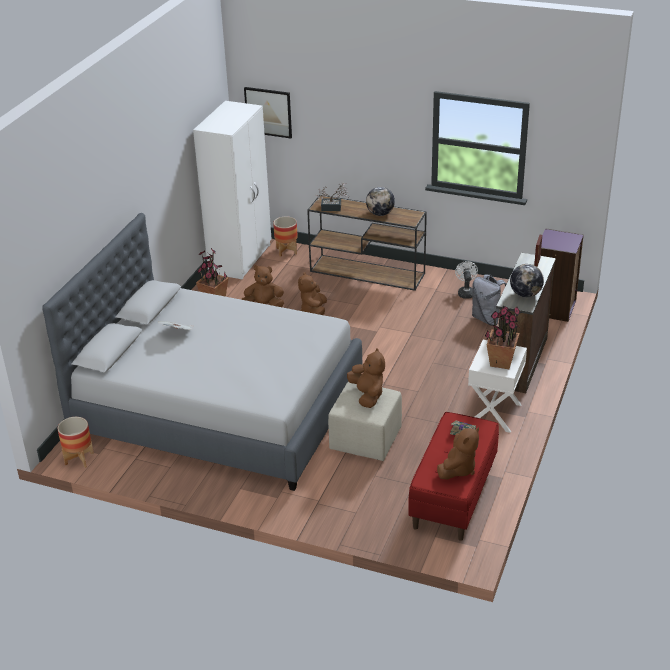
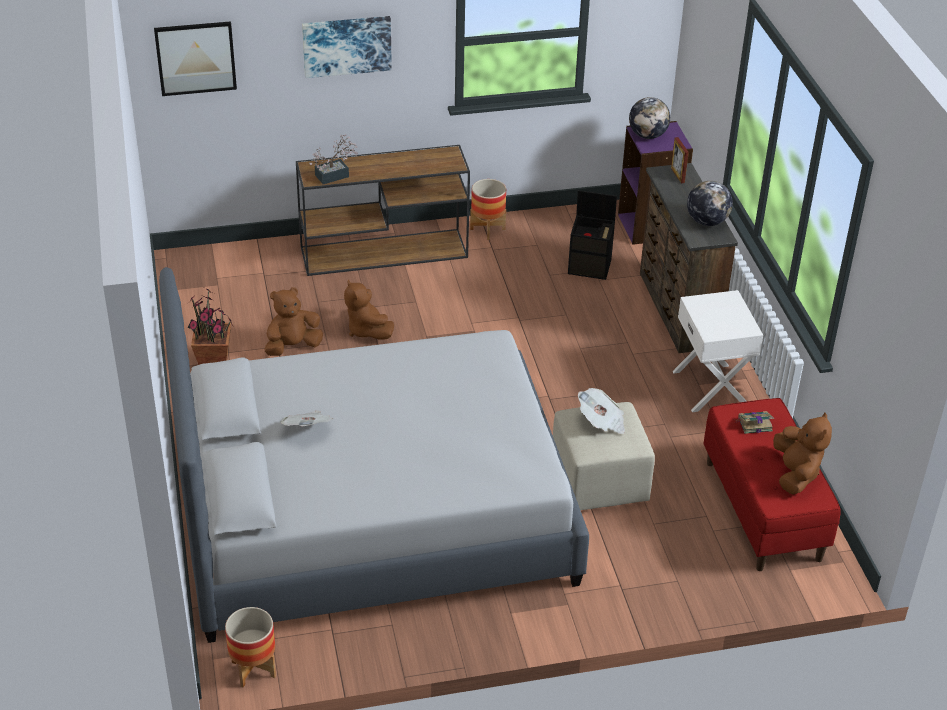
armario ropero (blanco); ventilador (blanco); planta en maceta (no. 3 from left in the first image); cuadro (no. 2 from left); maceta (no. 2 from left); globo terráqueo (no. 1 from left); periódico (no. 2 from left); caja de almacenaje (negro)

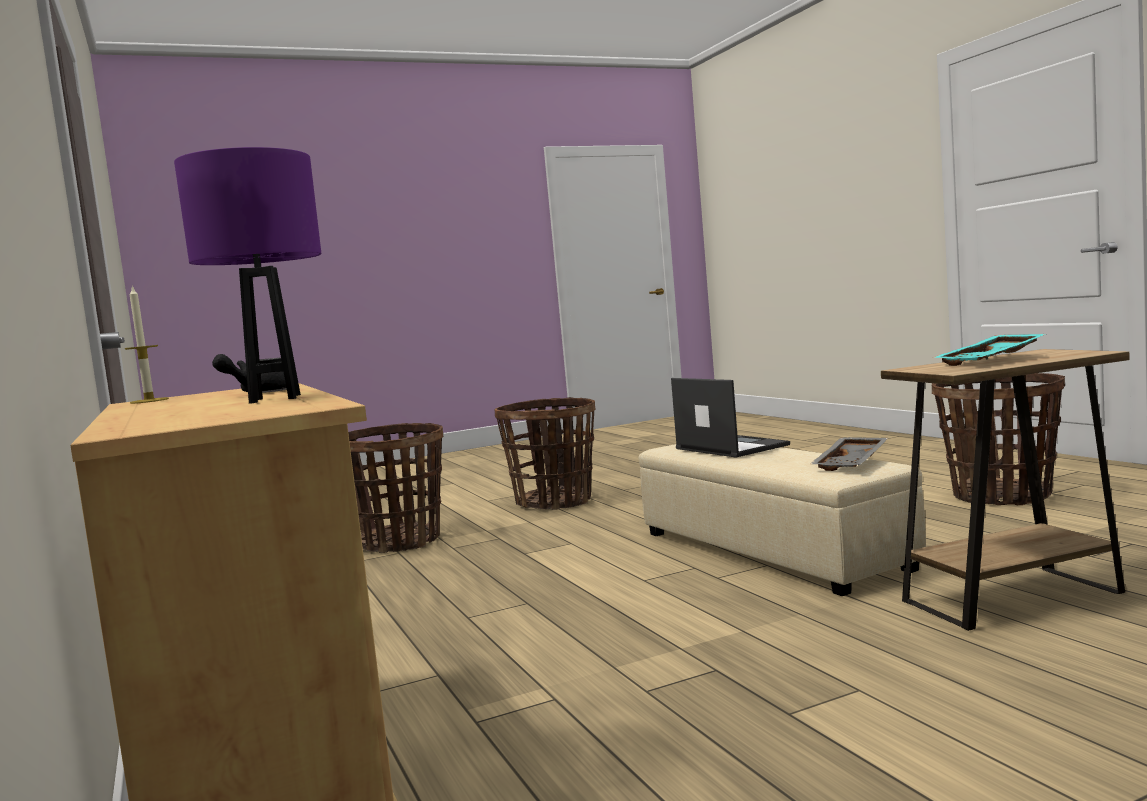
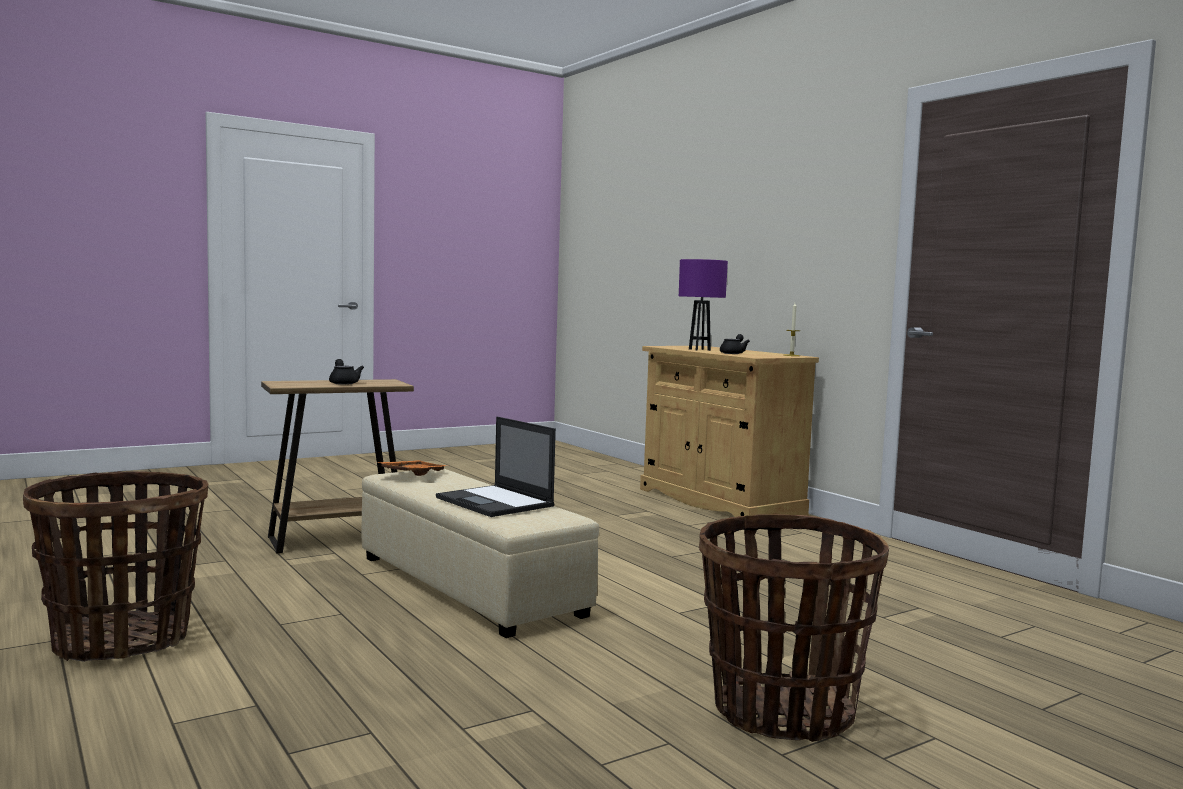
cesta (no. 1 from left in the first image); tetera (negro) (no. 1 from left); bandeja (naranja)

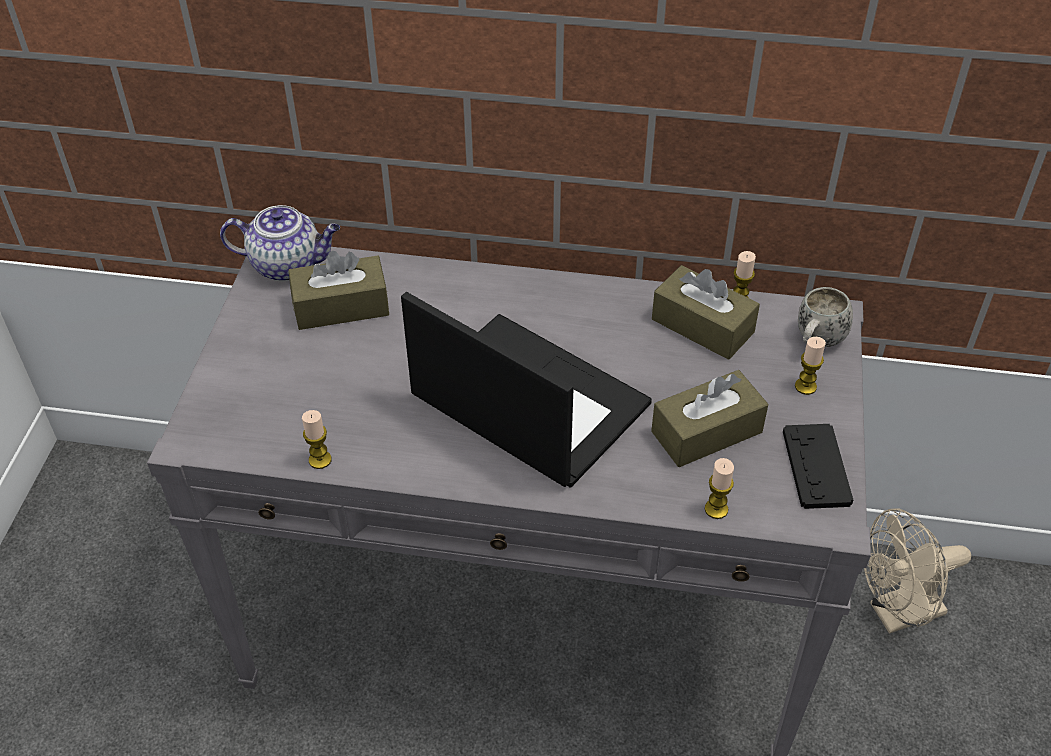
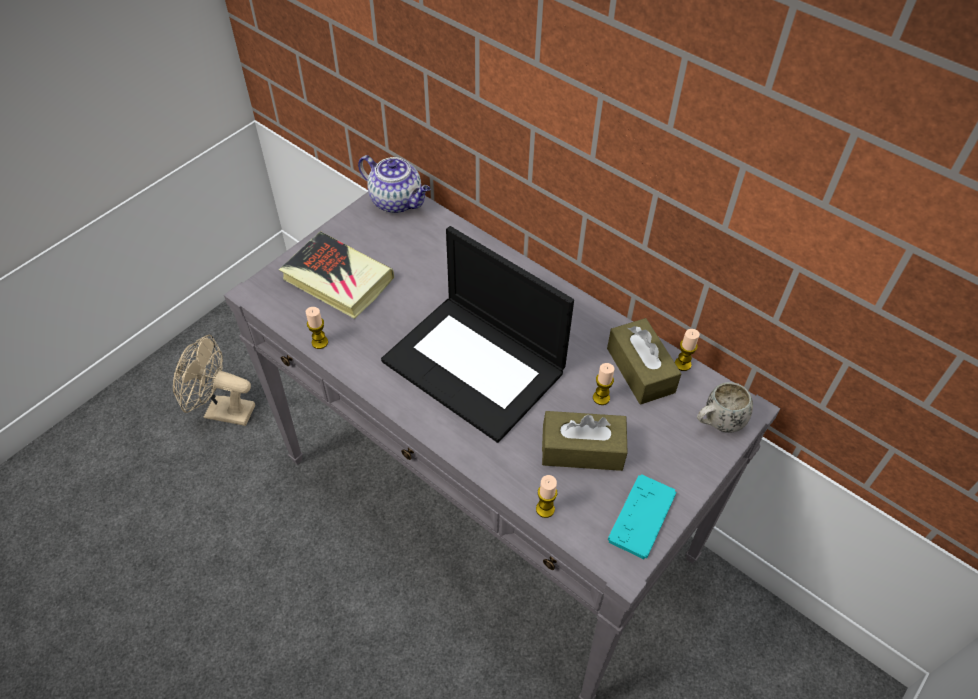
caja de pañuelos (marrón) (no. 1 from left in the first image); libro; vela (no. 3 from left); ventilador (beis); mando de consola (turquesa); portátil

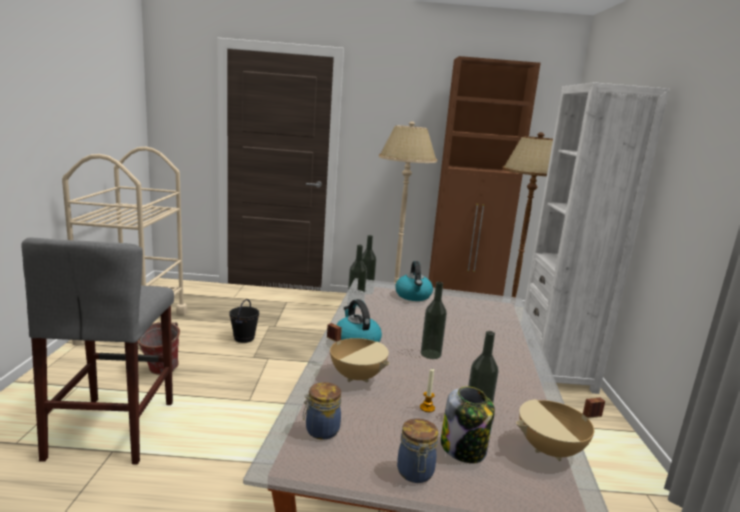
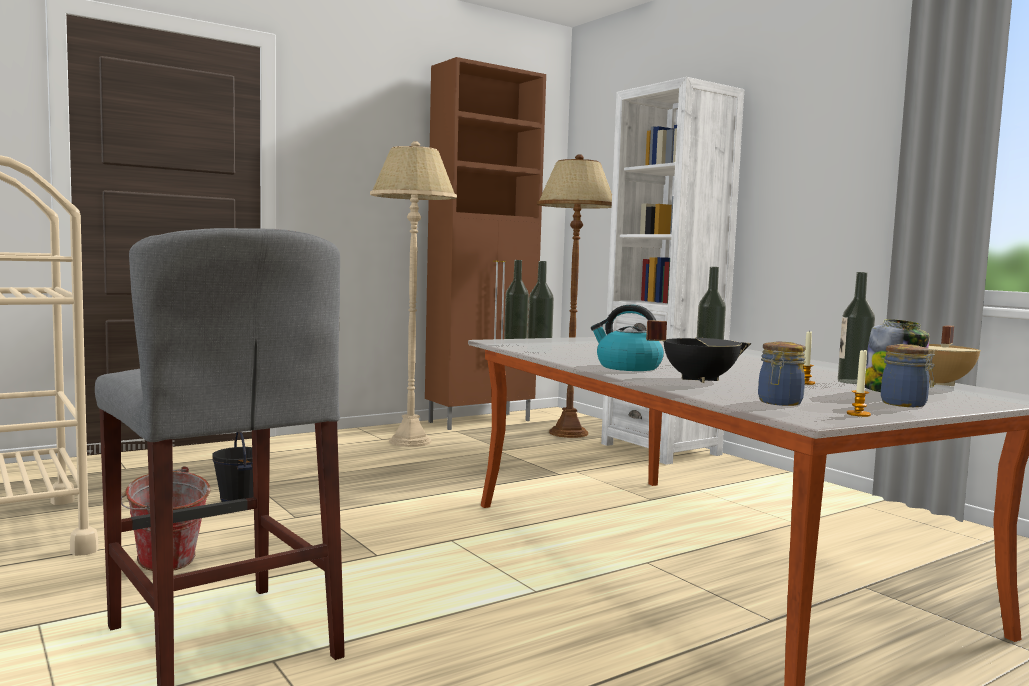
hervidor (no. 2 from left in the first image); vela (no. 2 from left); olla (negro)

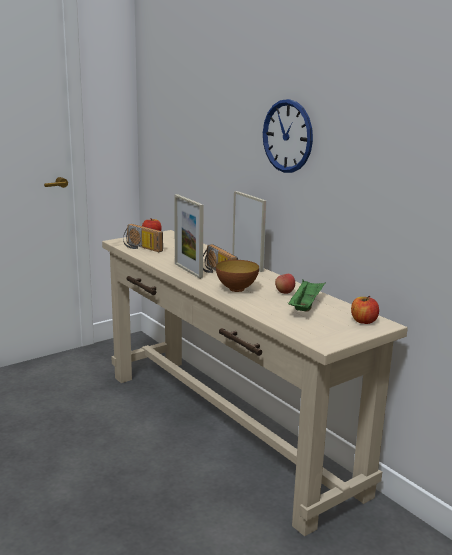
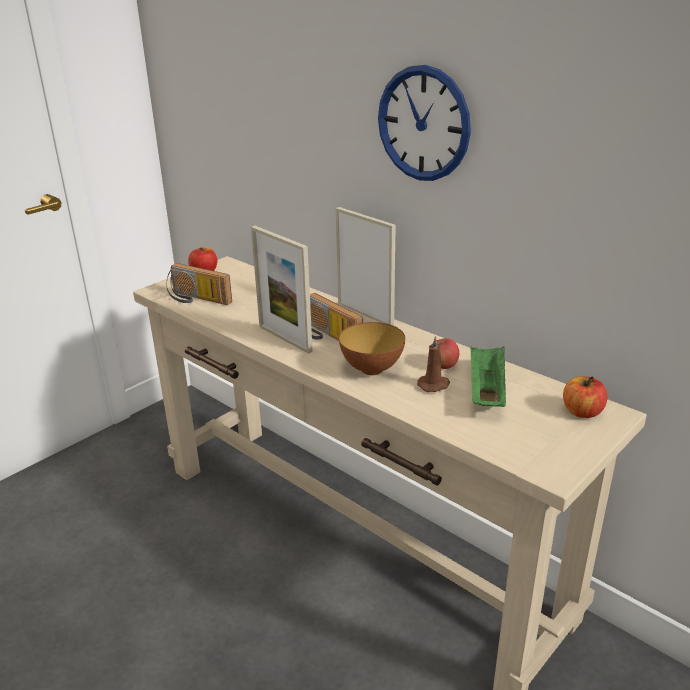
vela (marrón)

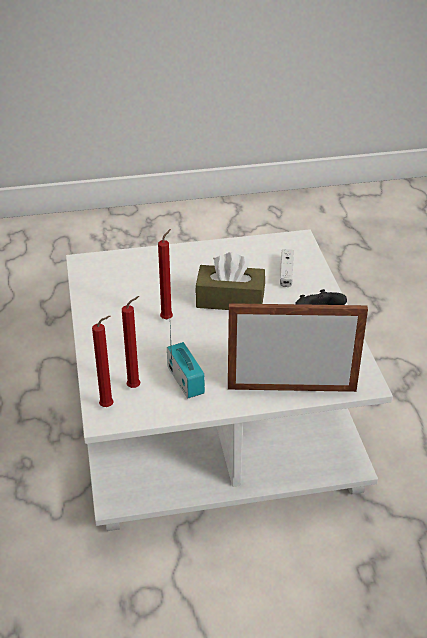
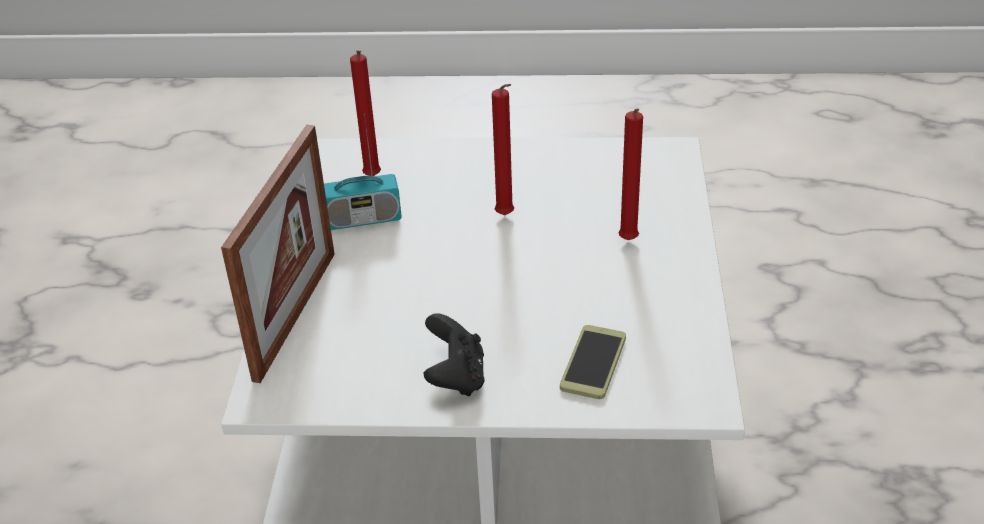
caja de pañuelos (marrón); vela (rojo) (no. 3 from left); móvil

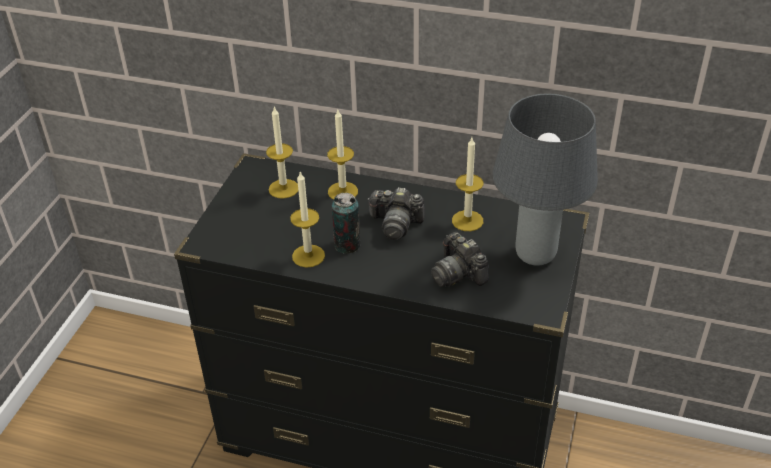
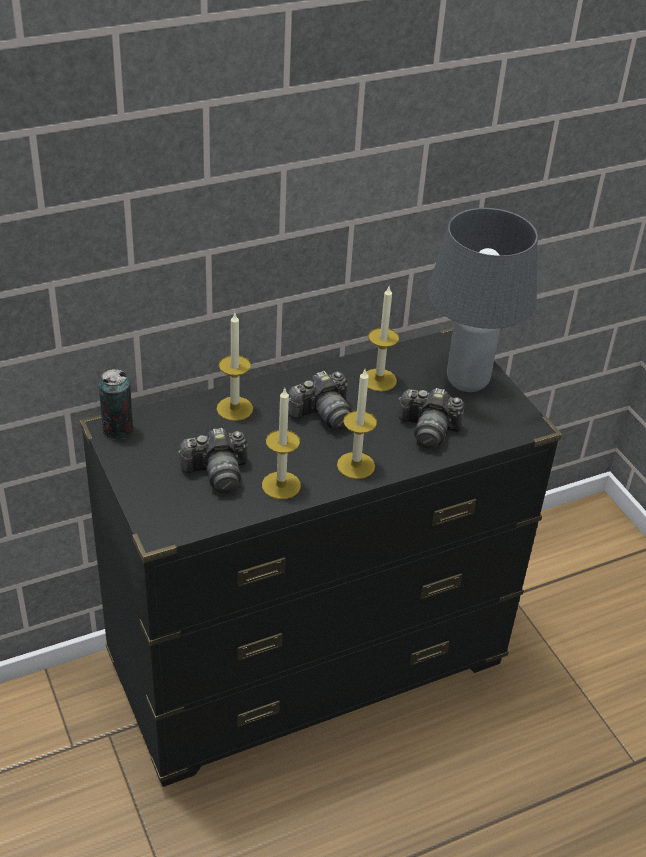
cámara (no. 1 from left); vela (no. 3 from left); lata

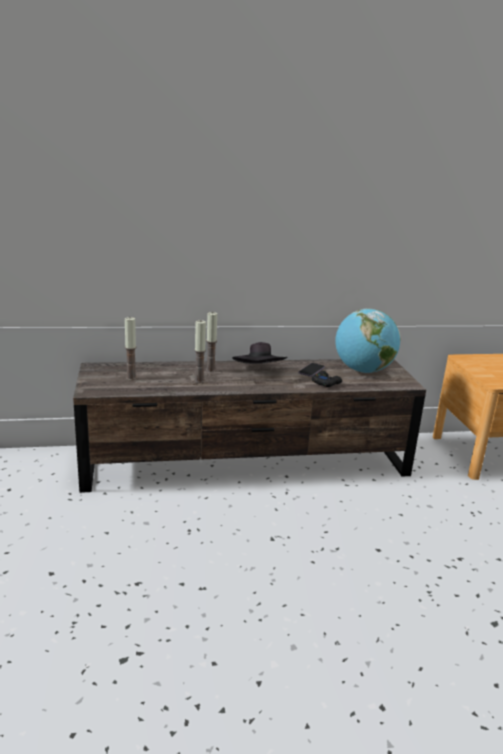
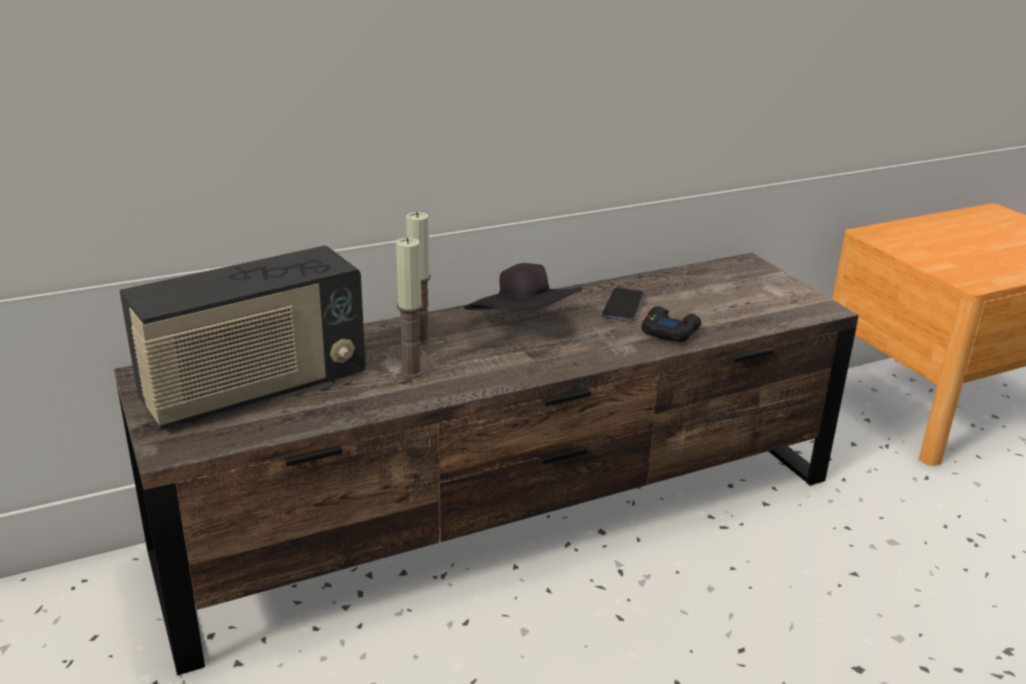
globo terráqueo; radio

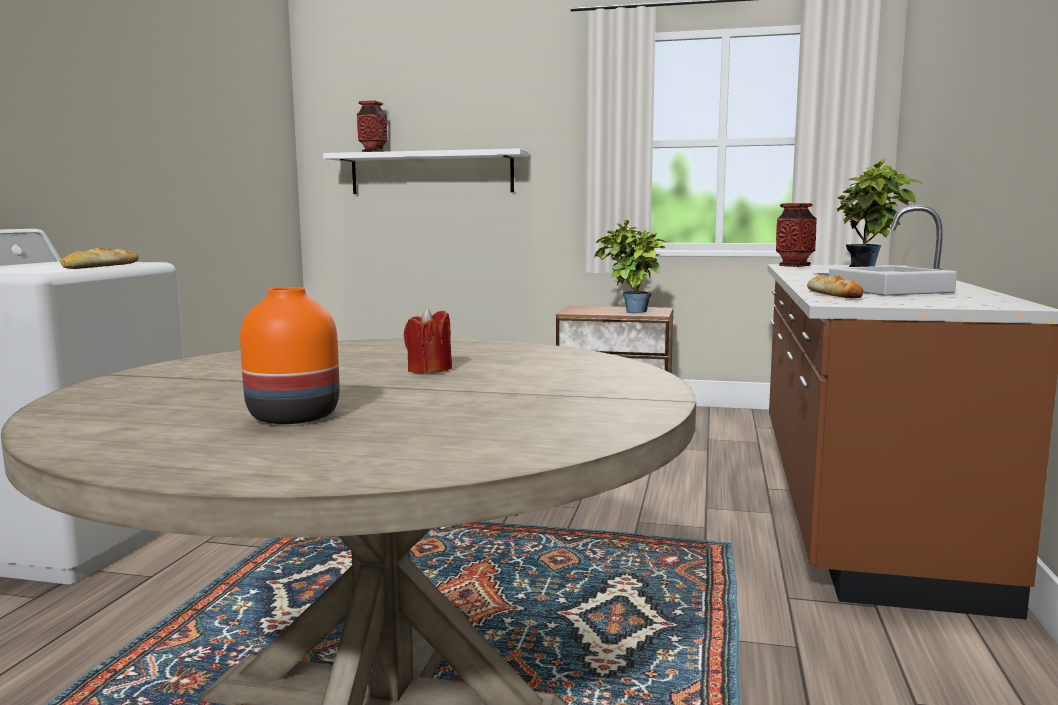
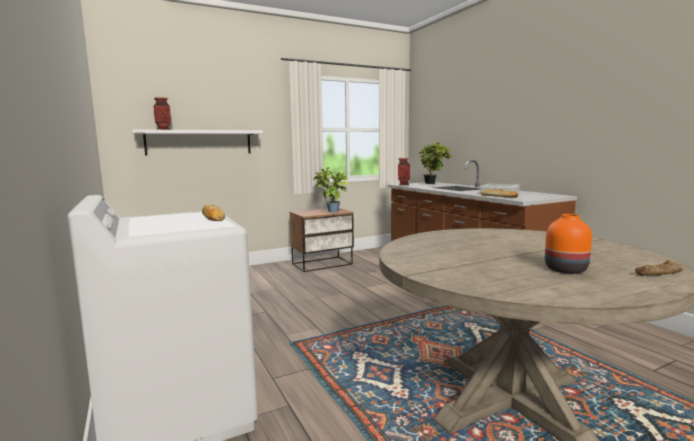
vela (rojo); pan (no. 3 from left)

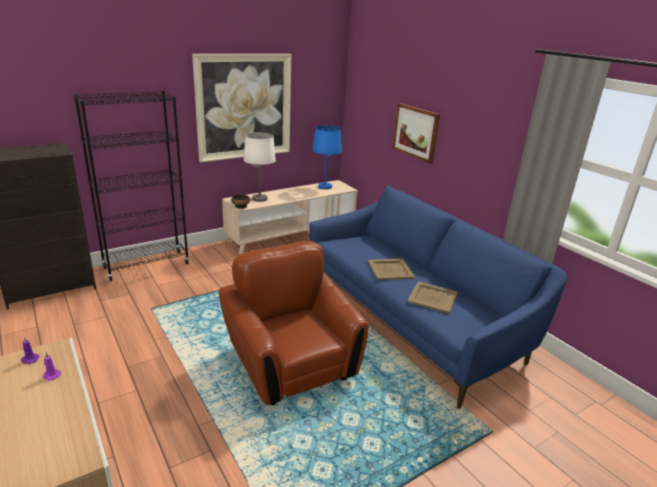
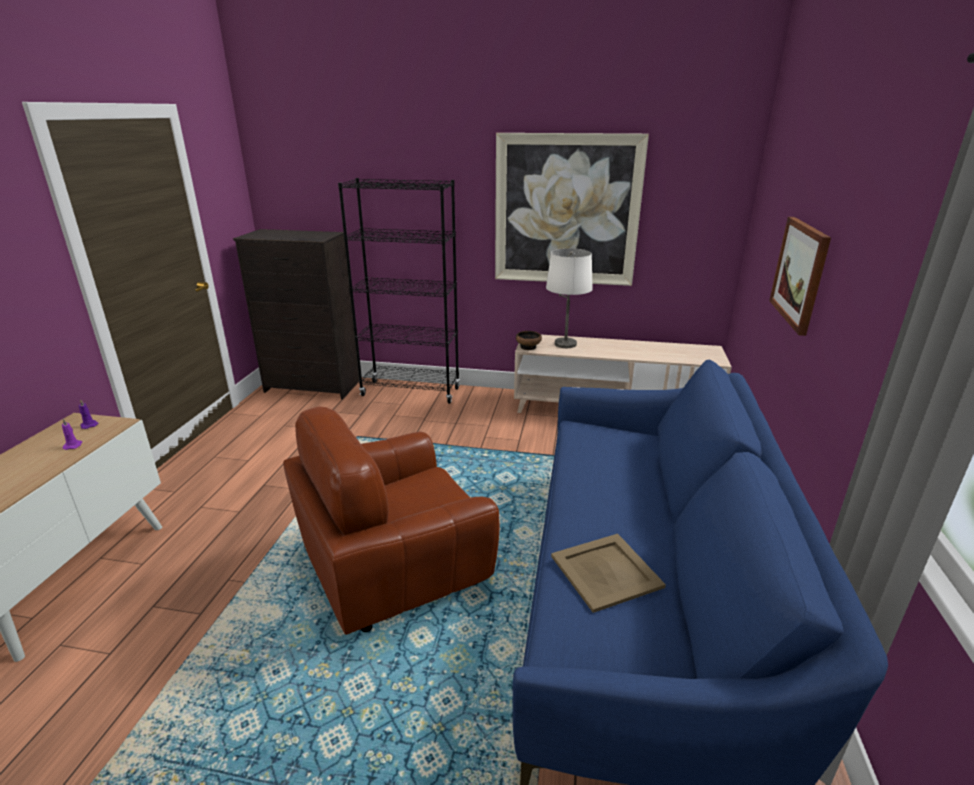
lámpara de mesa (azul); bandeja (beis) (no. 1 from left in the first image); sillón (marrón)

